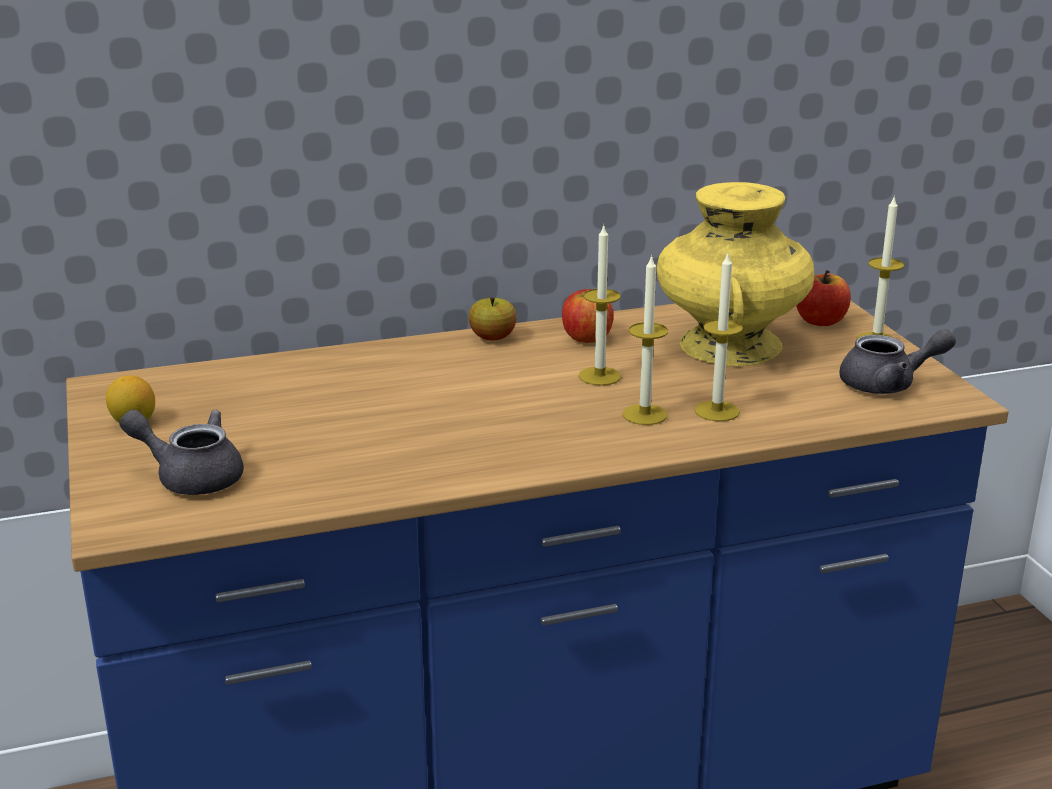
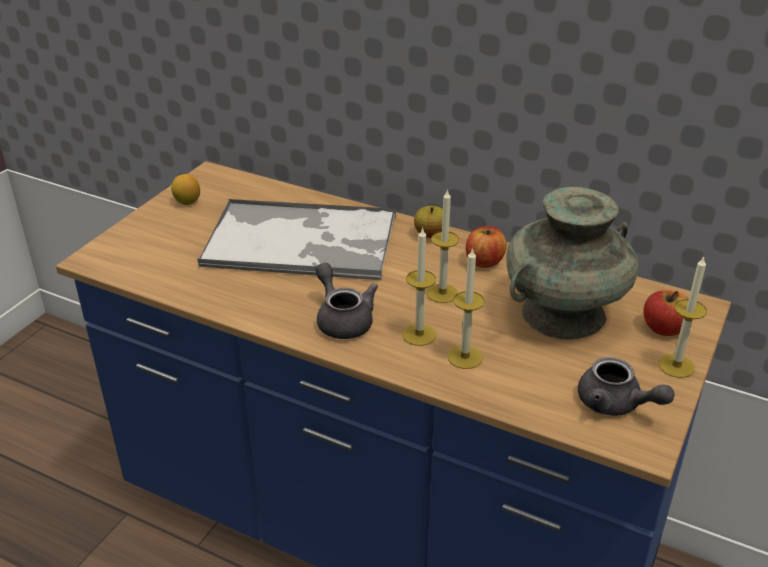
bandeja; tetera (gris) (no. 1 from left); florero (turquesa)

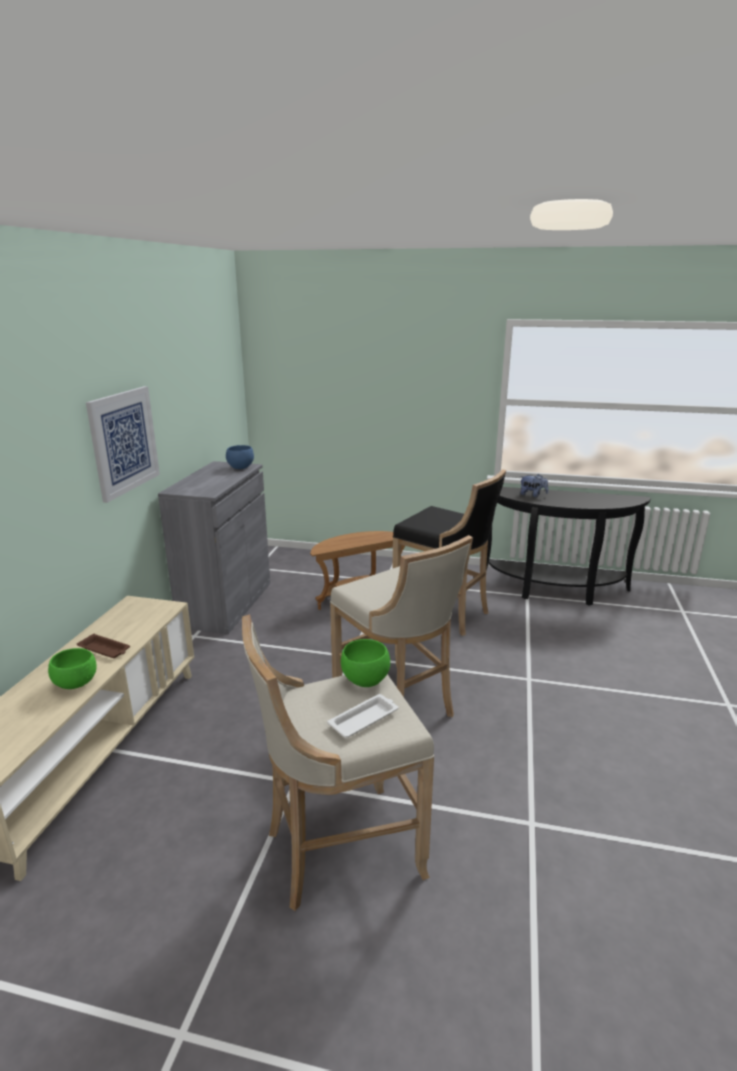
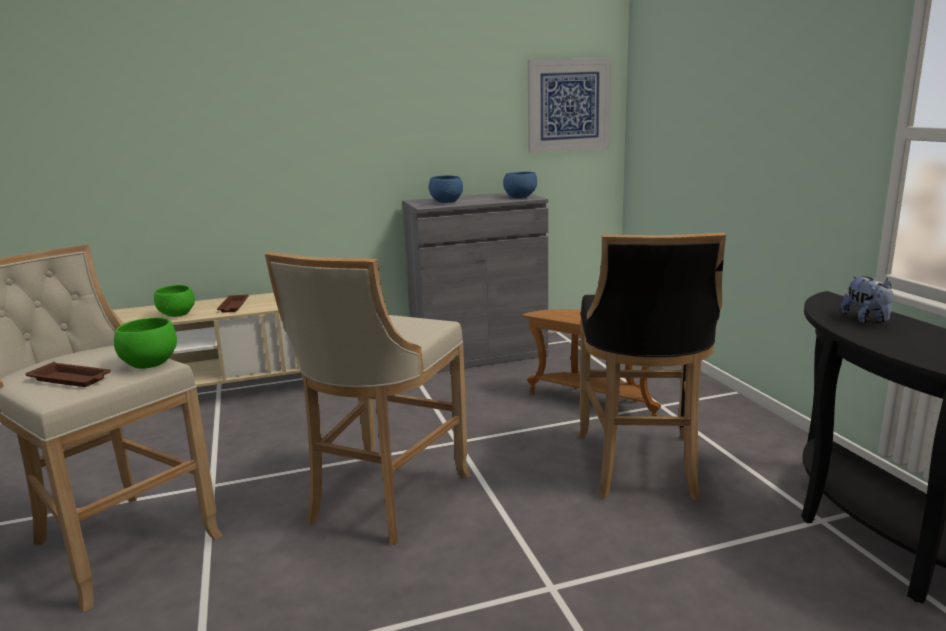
cuenco (azul) (no. 1 from left); cuadro; bandeja (marrón) (no. 1 from left)

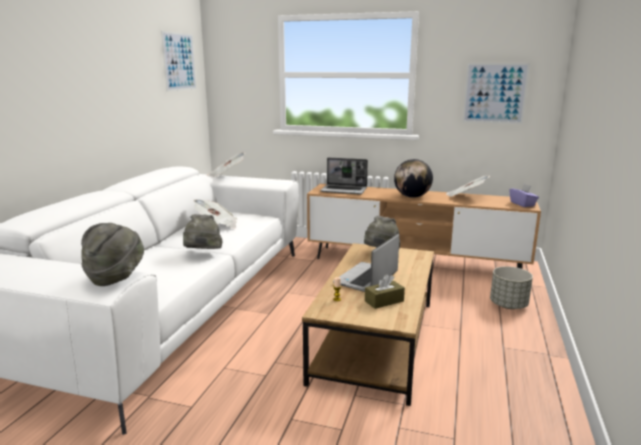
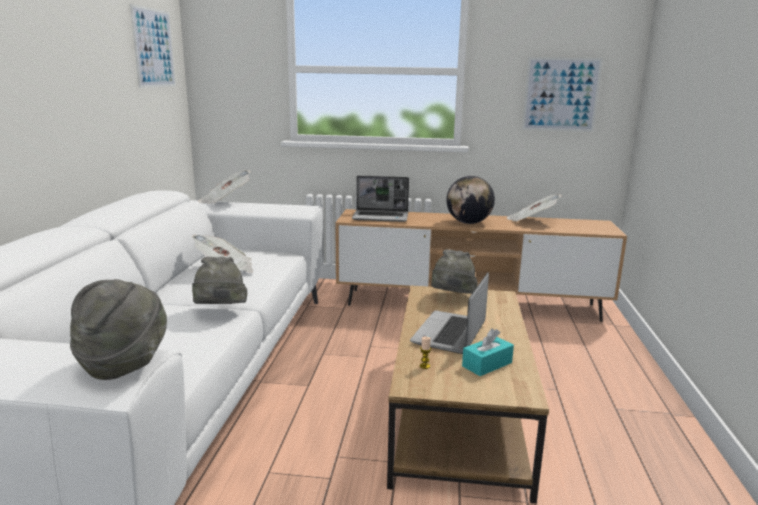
maceta (gris); caja de pañuelos (morado); caja de pañuelos (turquesa)

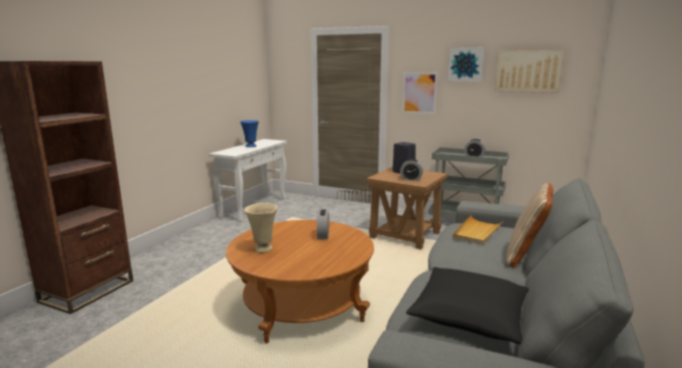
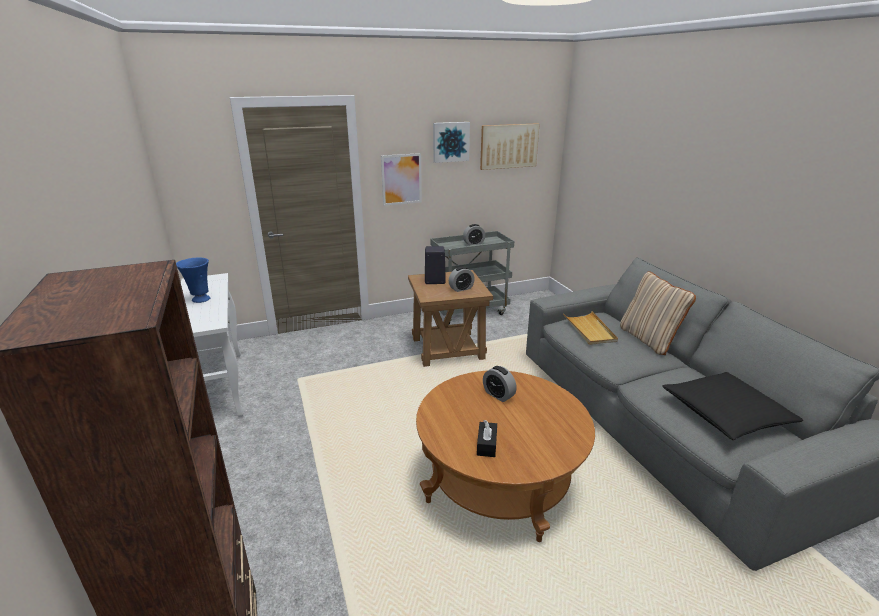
caja de pañuelos (negro)

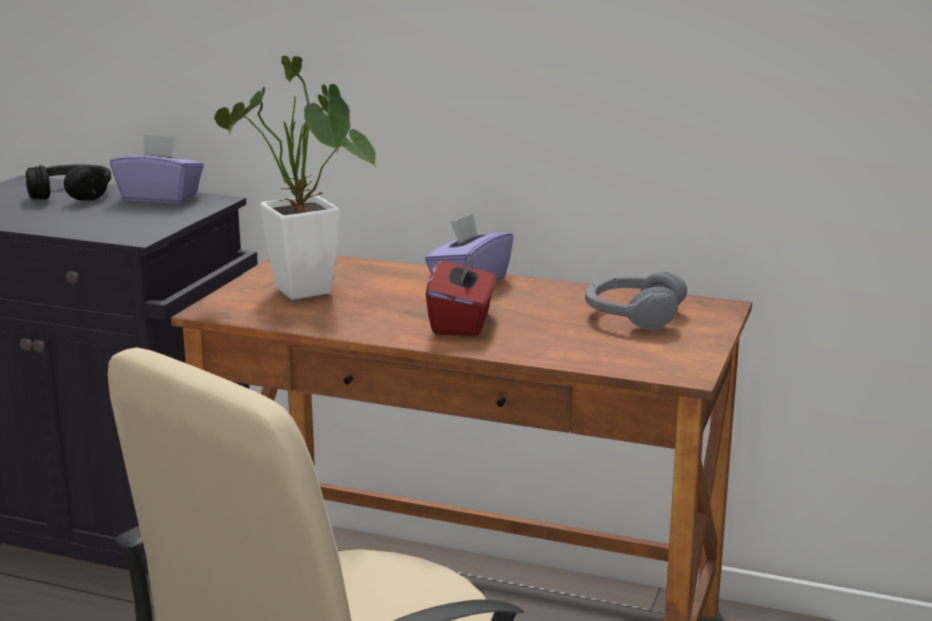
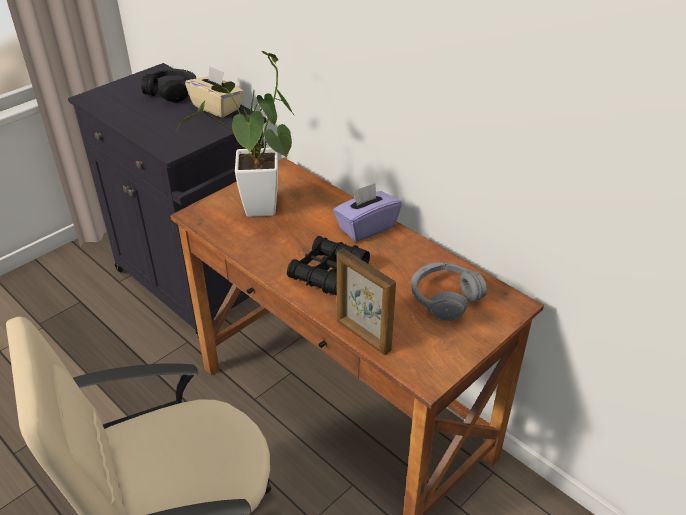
portarretratos; prismáticos (negro); caja de pañuelos (beis)

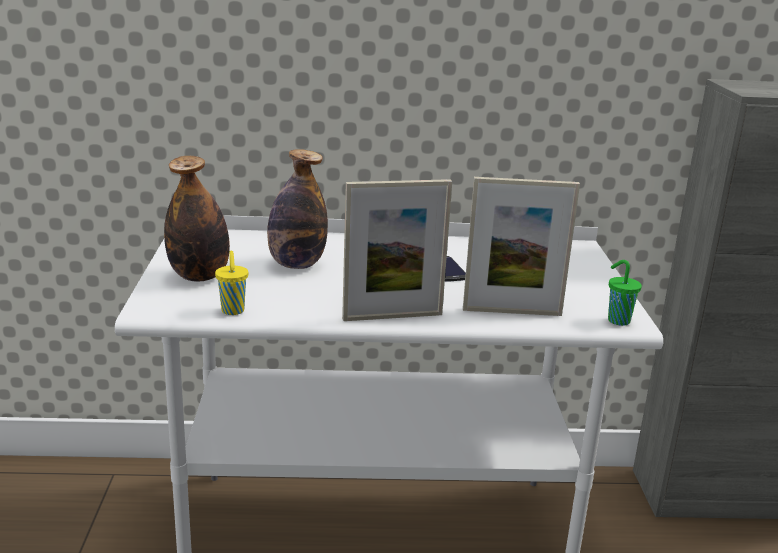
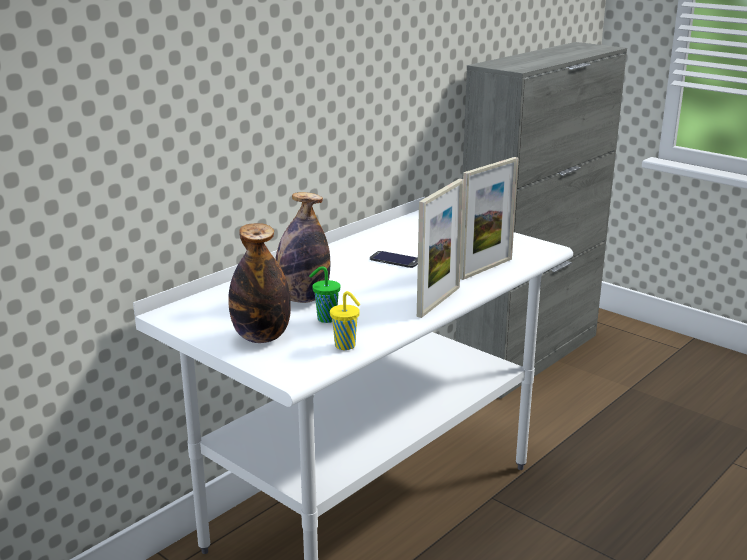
taza (verde)

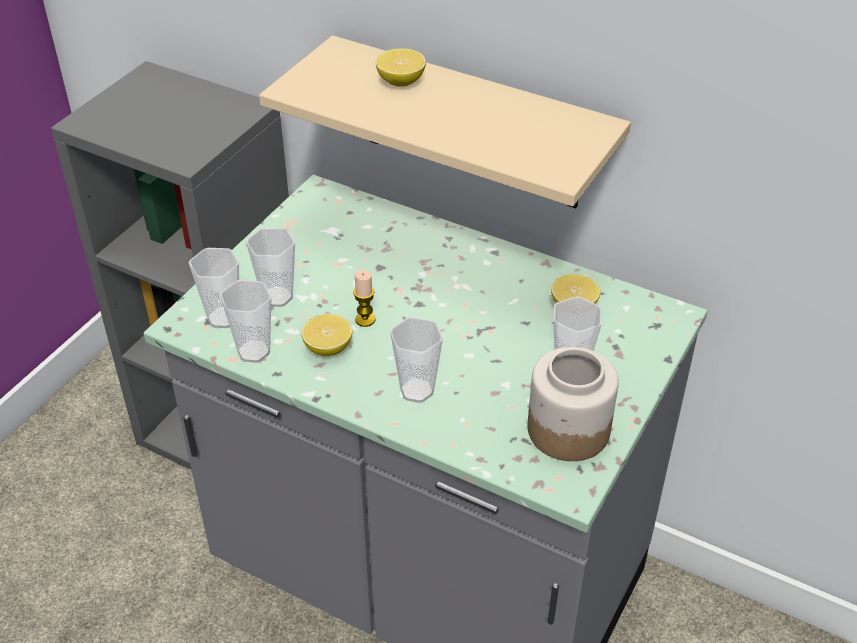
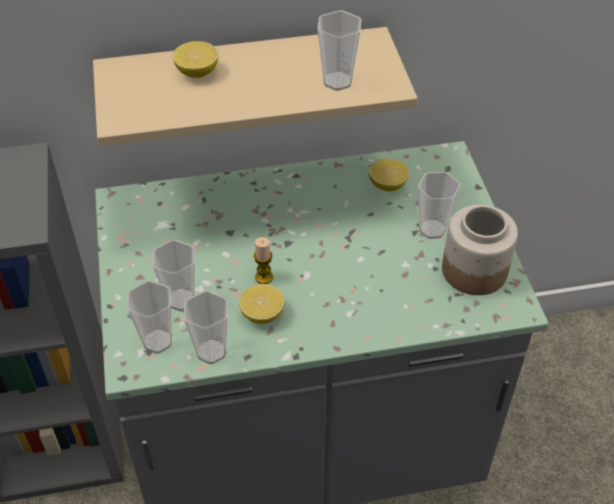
taza (no. 4 from left)

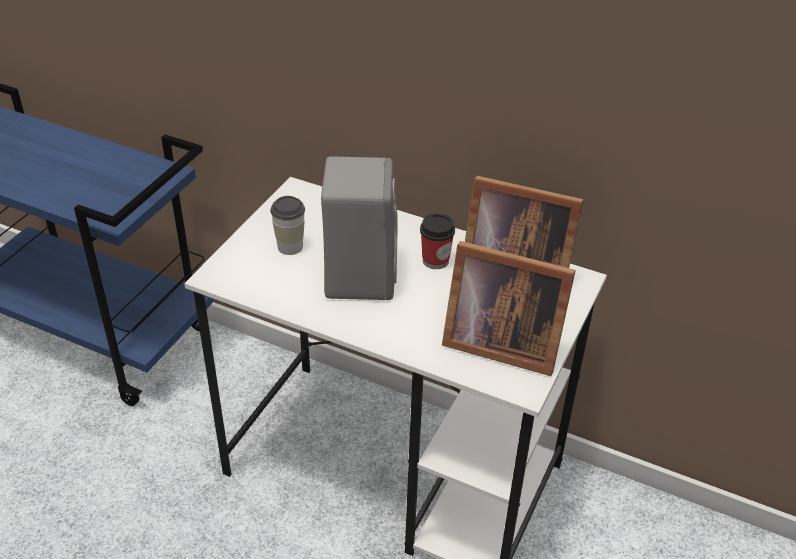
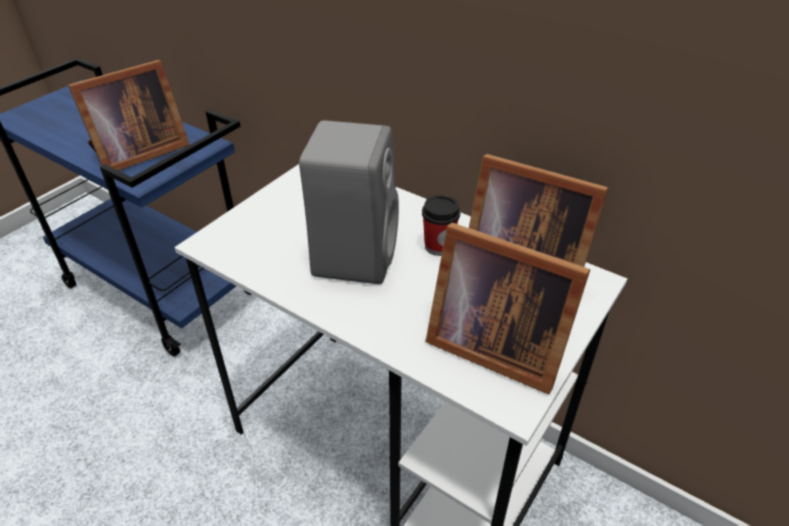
taza (no. 1 from left in the first image); portarretratos (no. 1 from left)

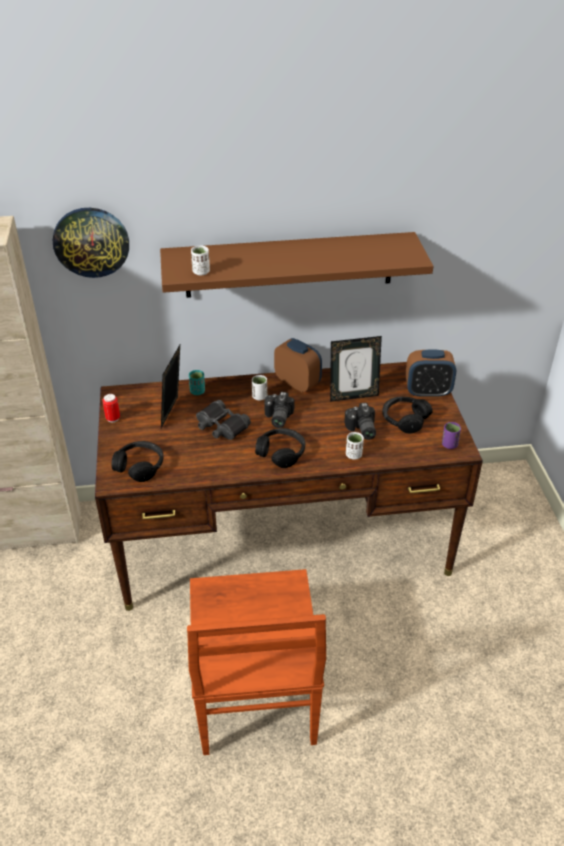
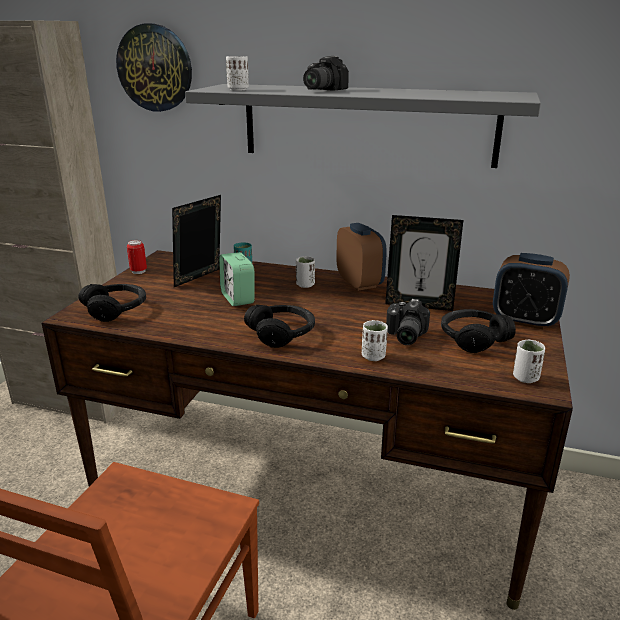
cámara (no. 1 from left); despertador (no. 1 from left); estante (gris); taza (blanco) (no. 4 from left)

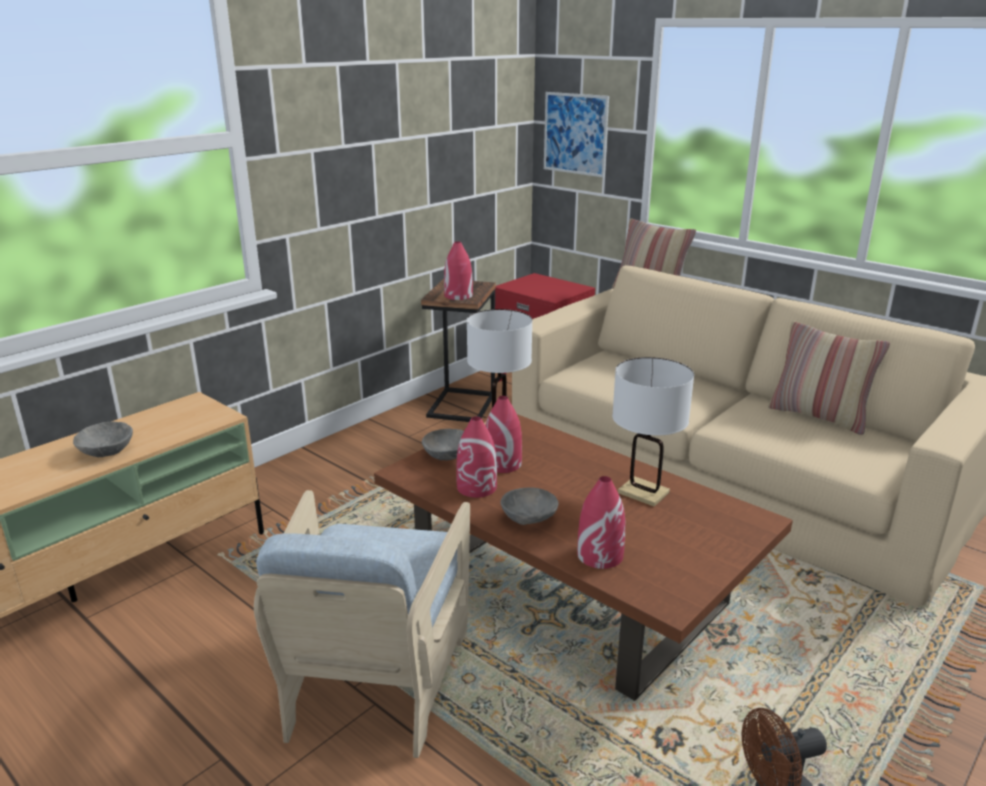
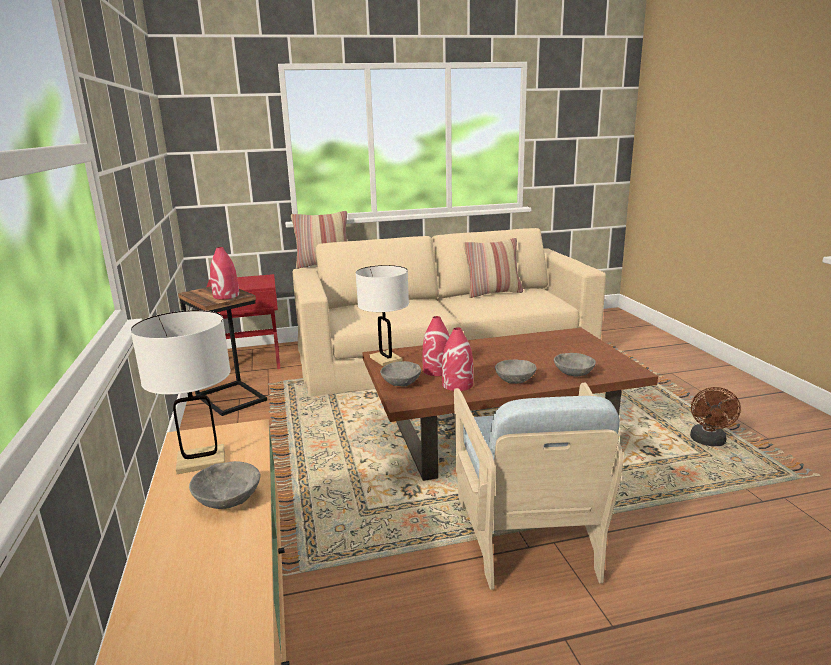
cuadro; lámpara de mesa (blanco) (no. 1 from left); cuenco (gris) (no. 4 from left); sillón (beis)

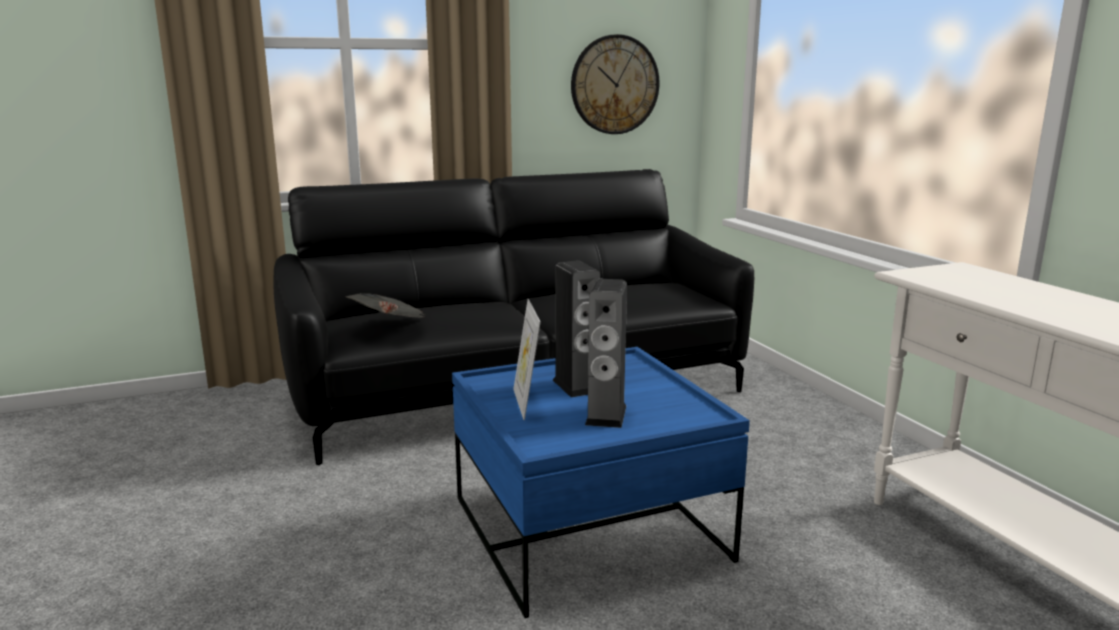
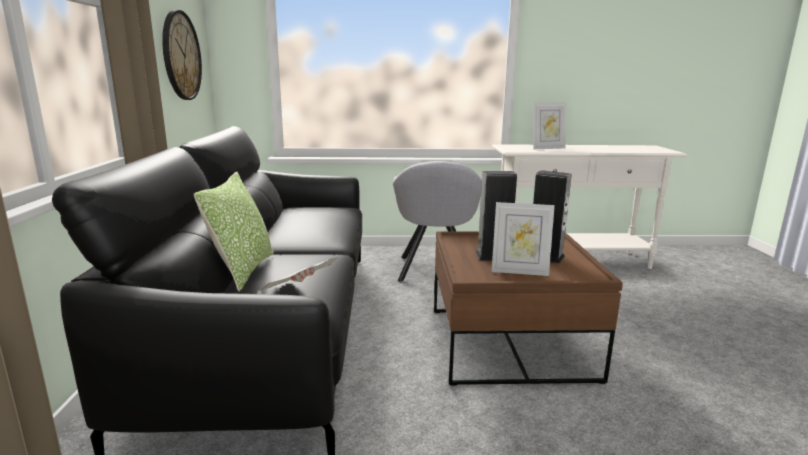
cojín; sillón (gris); portarretratos (no. 2 from left); mesa de centro (marrón)

